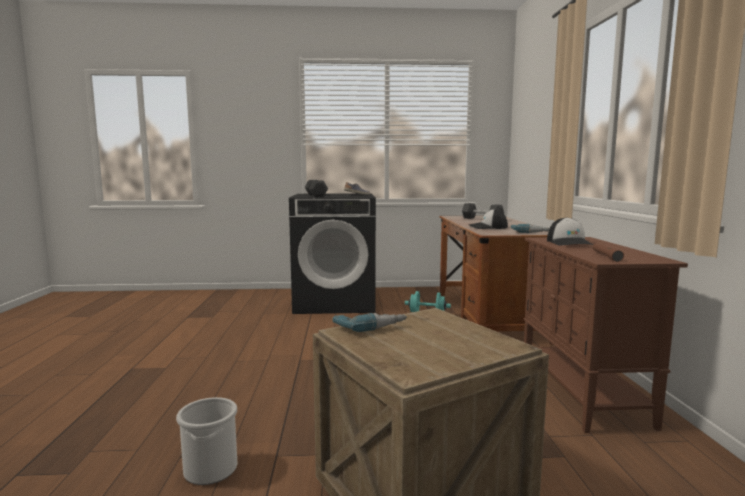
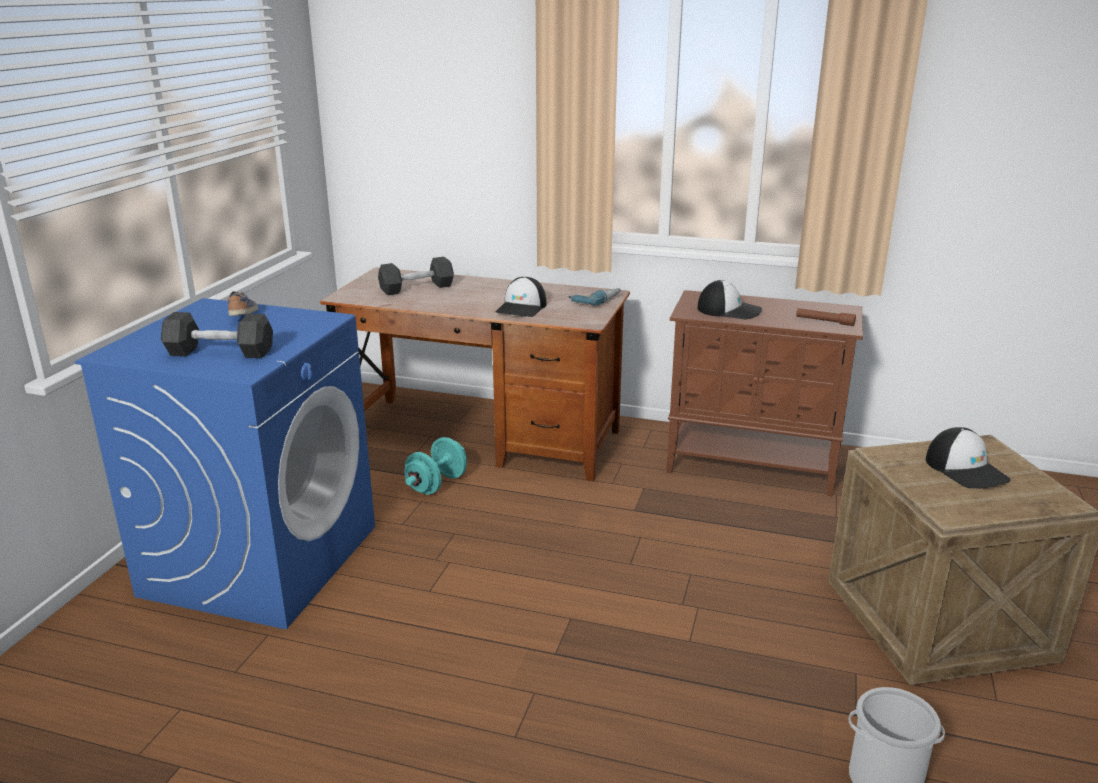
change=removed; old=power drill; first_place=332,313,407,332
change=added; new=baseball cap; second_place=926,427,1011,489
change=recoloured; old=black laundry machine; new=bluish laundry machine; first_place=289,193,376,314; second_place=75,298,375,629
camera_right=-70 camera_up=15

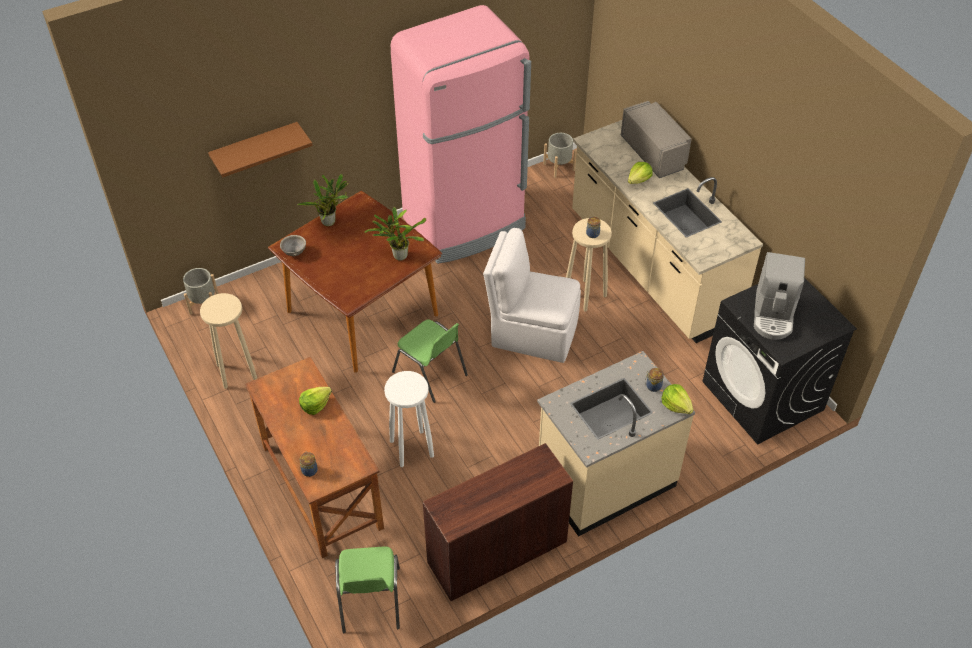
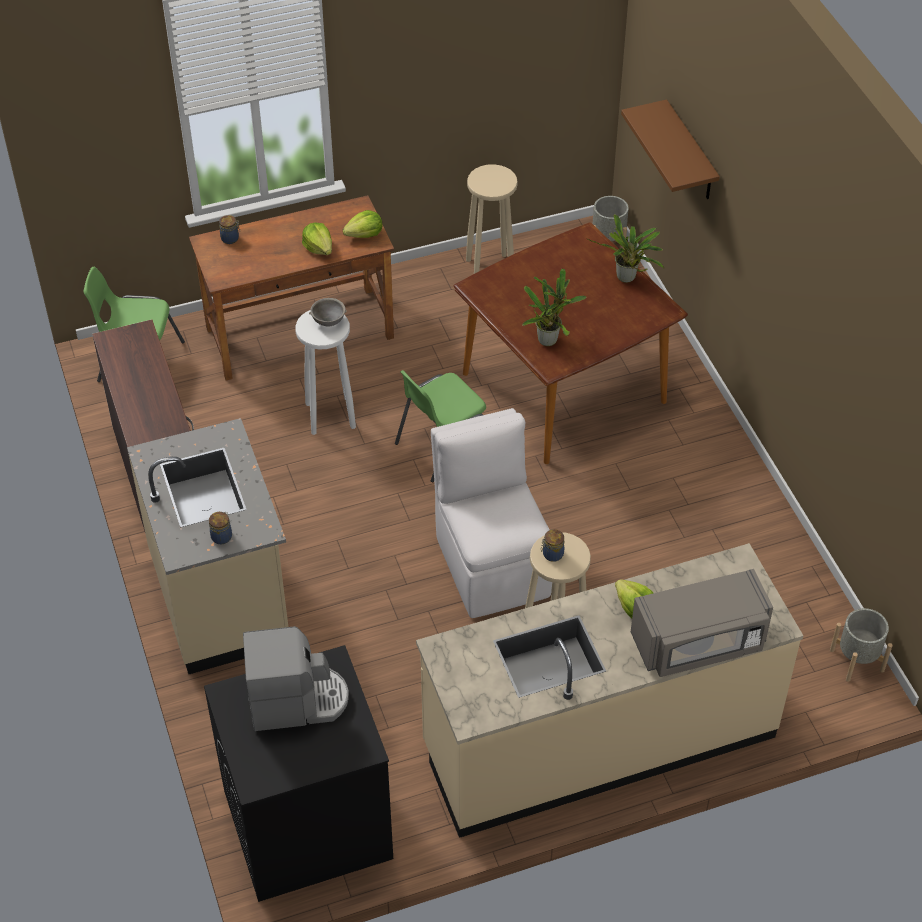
change=removed; old=pink kitchen fridge; first_place=391,5,531,264
change=moved; old=greyish serving bowl; first_place=280,235,306,256; second_place=309,298,347,327
change=moved; old=lettuce head; first_place=661,384,693,414; second_place=343,210,382,238
change=turned; old=white plain chair; first_place=483,228,581,363; second_place=431,408,552,618; degrees=-45
change=turned; old=coffee machine; first_place=754,252,805,340; second_place=243,626,349,731; degrees=150
camera_right=100 camera_up=0

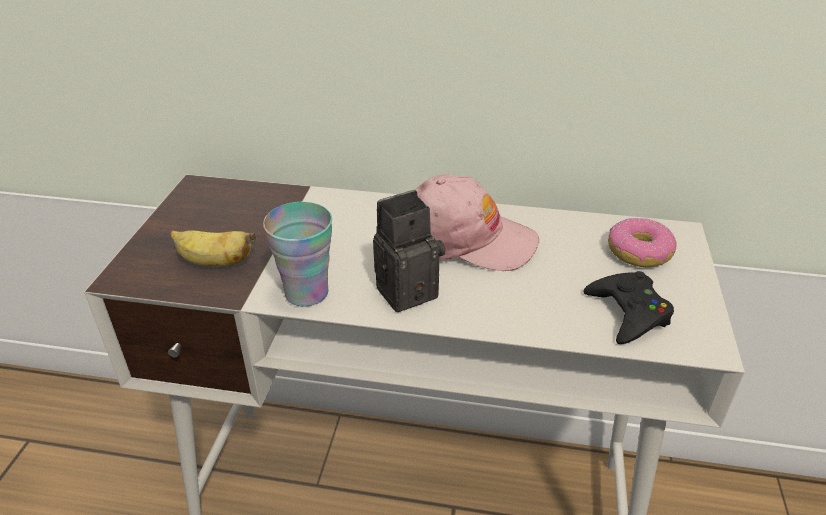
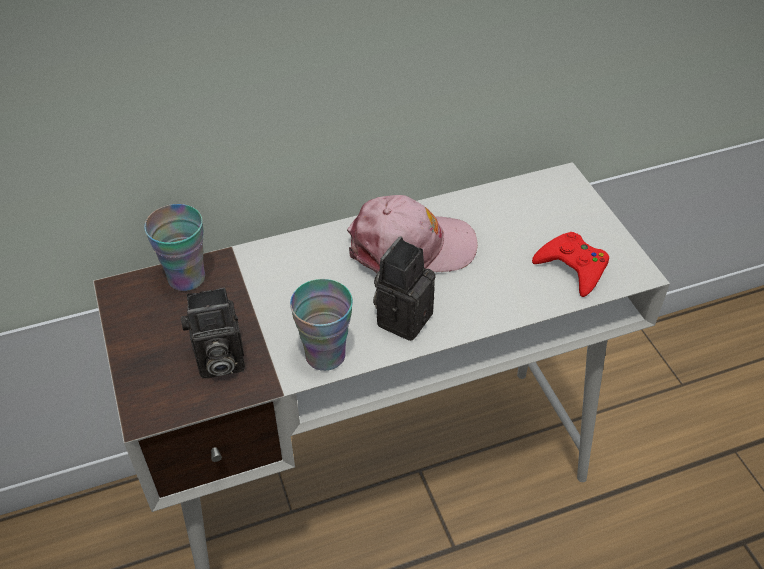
change=removed; old=ring doughnut; first_place=608,218,677,267
change=added; new=cup; second_place=144,204,205,291
change=replaced; old=whole banana; new=photo camera; first_place=171,230,256,267; second_place=181,288,245,378
change=recoloured; old=black game controller; new=red-coloured game controller; first_place=583,271,674,344; second_place=532,232,609,297
camera_right=-30 camera_up=10

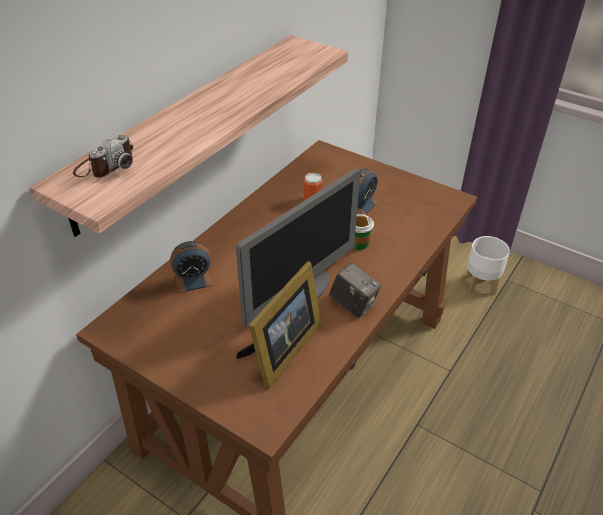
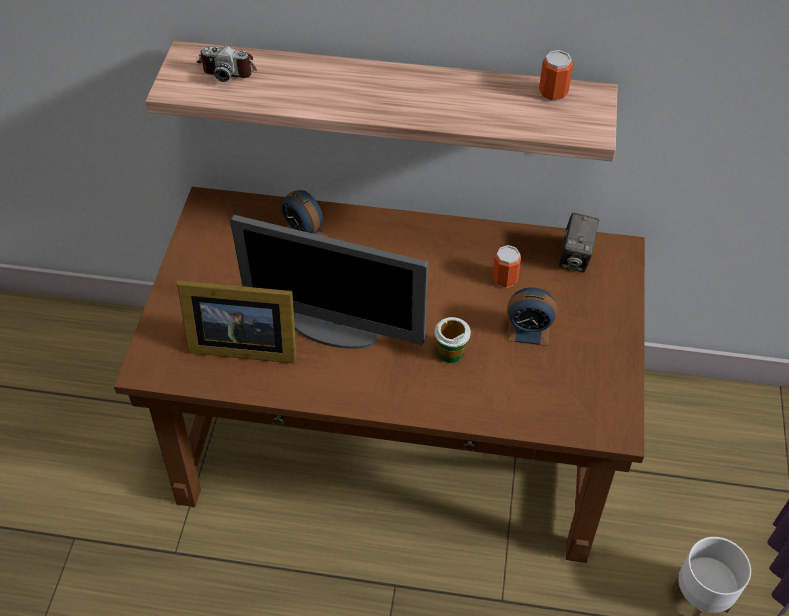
change=added; new=metal can; second_place=539,50,573,101
change=moved; old=photo camera; first_place=329,263,381,318; second_place=558,213,599,272
camera_right=65 camera_up=10

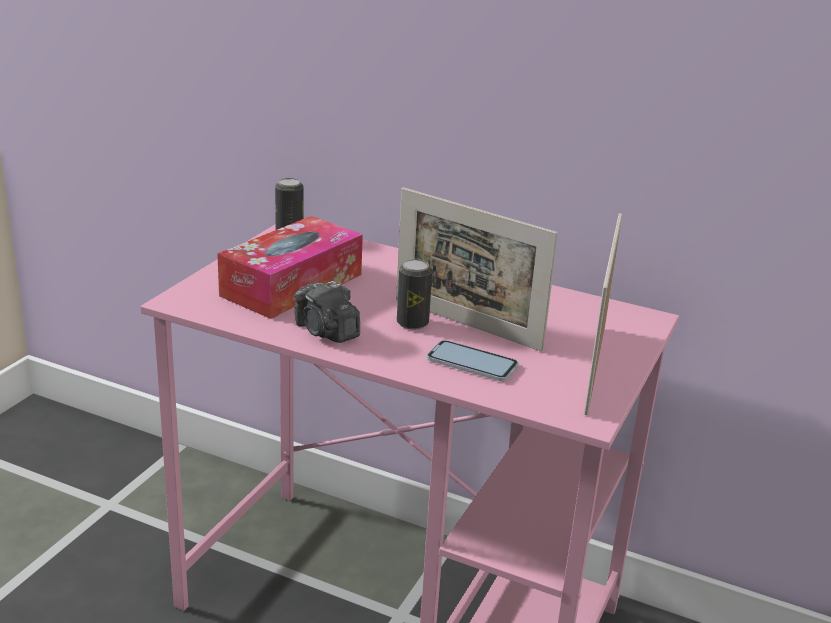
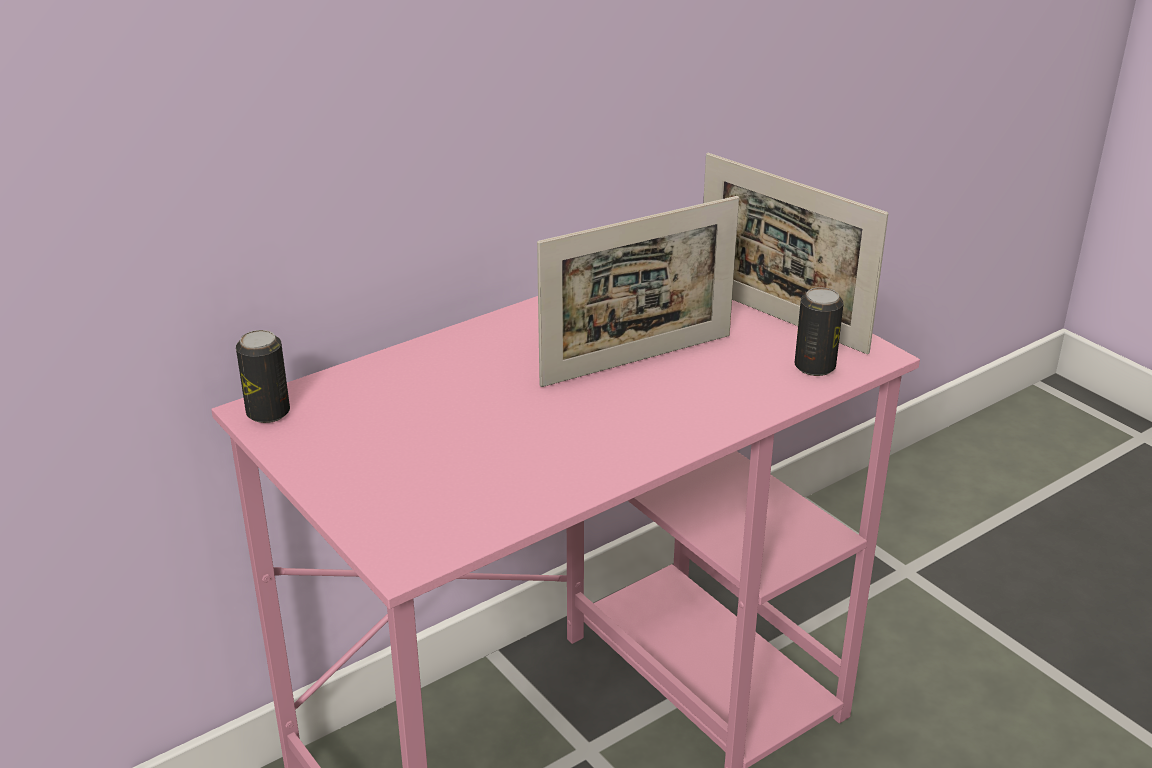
change=removed; old=tissue box; first_place=217,216,363,319
change=removed; old=photo camera; first_place=293,281,360,343
change=removed; old=telephone; first_place=427,340,519,381
change=moved; old=metal can; first_place=397,259,432,330; second_place=794,287,844,376
camera_right=-60 camera_up=5

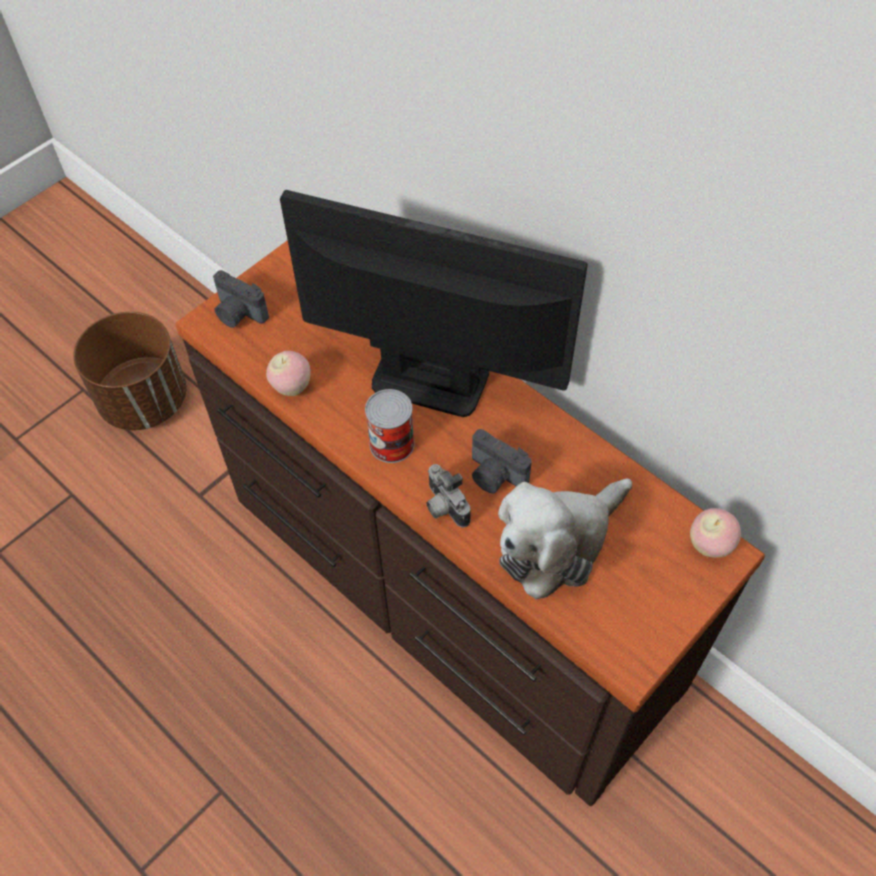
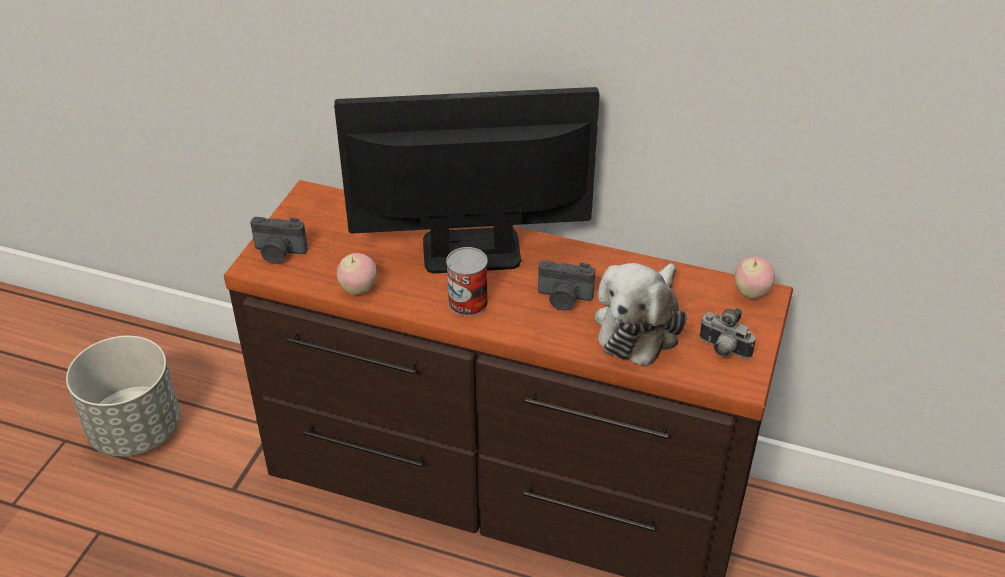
change=moved; old=photo camera; first_place=426,464,471,527; second_place=700,308,756,359
change=recoloured; old=brownish plant pot; new=greyish plant pot; first_place=73,312,187,430; second_place=66,336,180,457
camera_right=-25 camera_up=-15

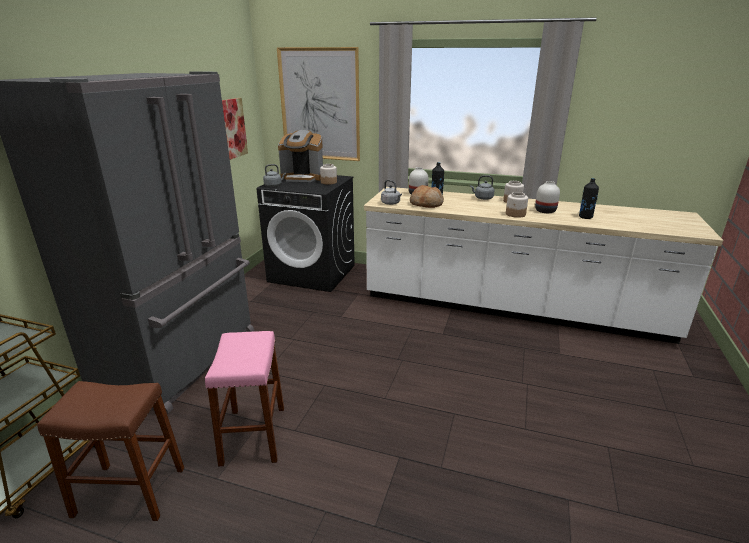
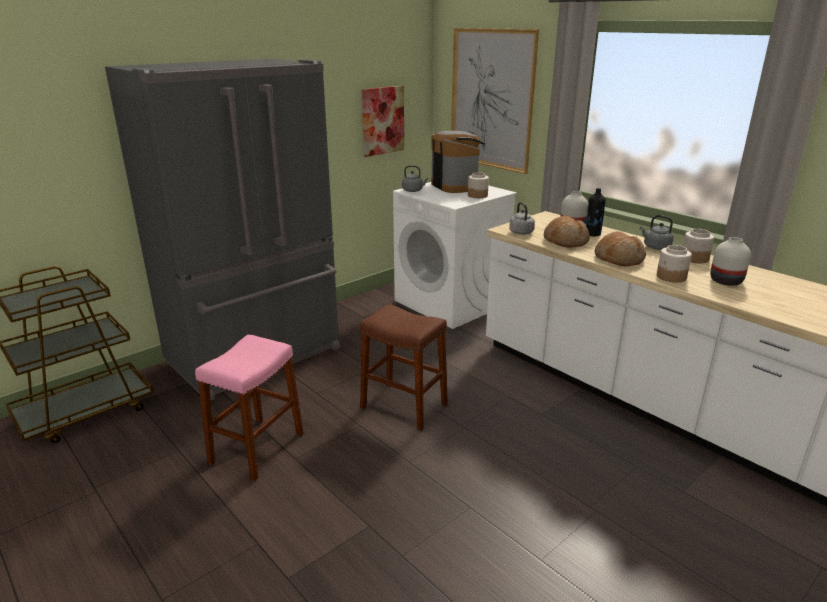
change=removed; old=black bottle; first_place=579,178,599,219
change=added; new=bakery bread; second_place=595,231,646,266
change=moved; old=brownish sitting stool; first_place=37,381,184,521; second_place=360,304,448,431
change=recoloured; old=black laundry machine; new=white laundry machine; first_place=256,175,355,292; second_place=393,182,517,329
change=turned; old=coffee machine; first_place=278,130,323,182; second_place=431,131,485,193; degrees=-150
camera_right=30 camera_up=0

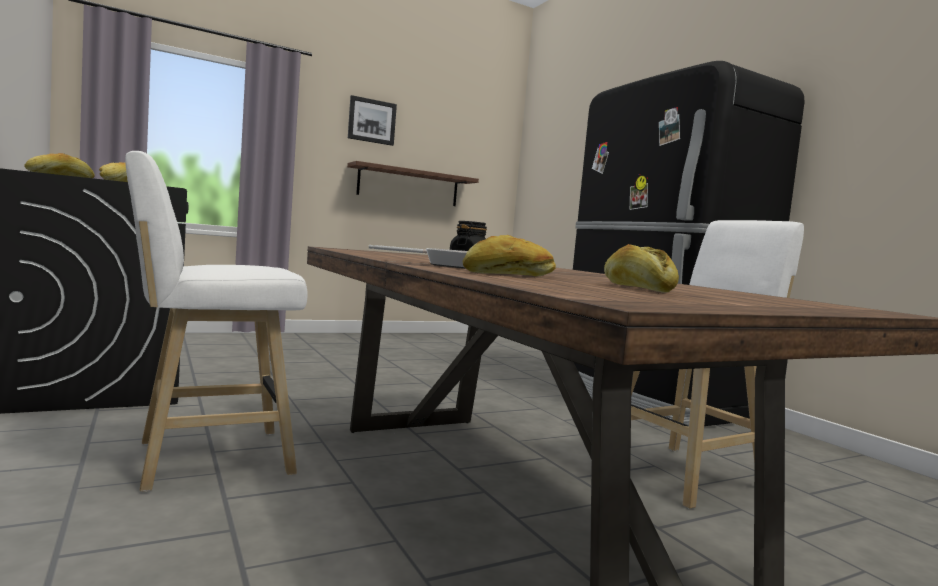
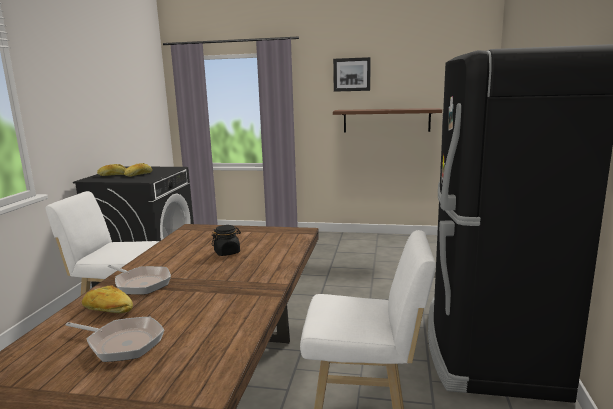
change=replaced; old=bakery bread; new=frying pan; first_place=604,244,679,292; second_place=66,317,165,362
camera_right=40 camera_up=10

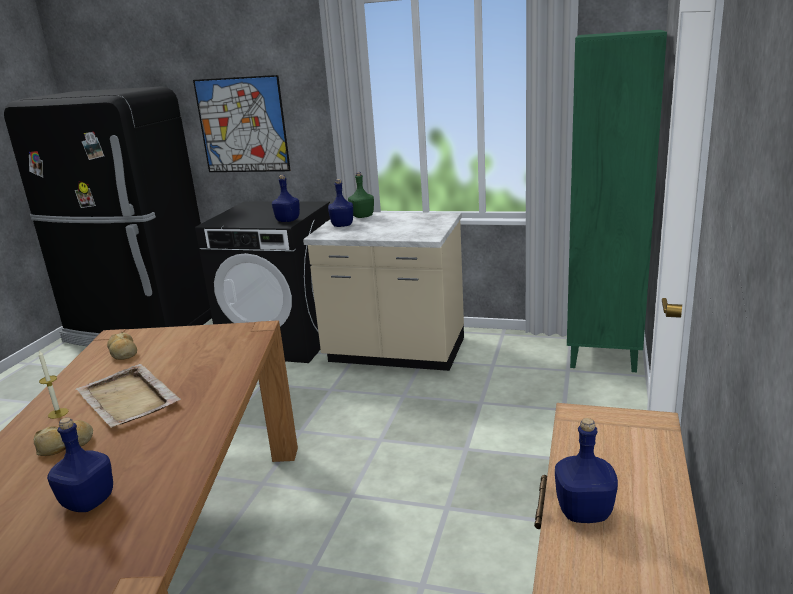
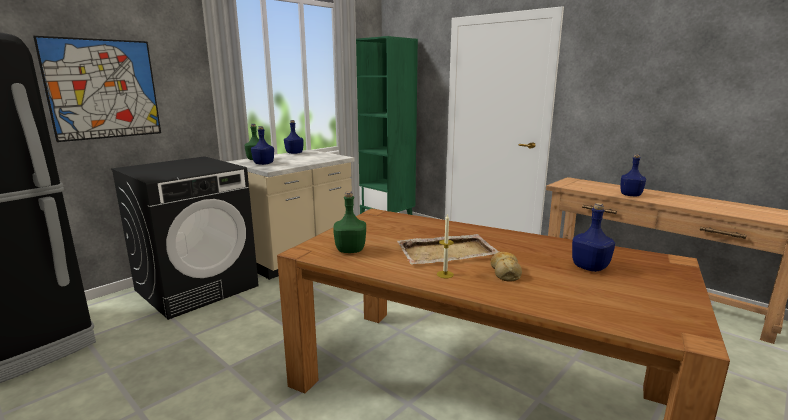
change=moved; old=bluish bottle; first_place=272,175,300,222; second_place=284,120,304,154
change=replaced; old=bakery bread; new=green-coloured bottle; first_place=107,332,137,360; second_place=333,191,366,253
camera_right=-65 camera_up=-5

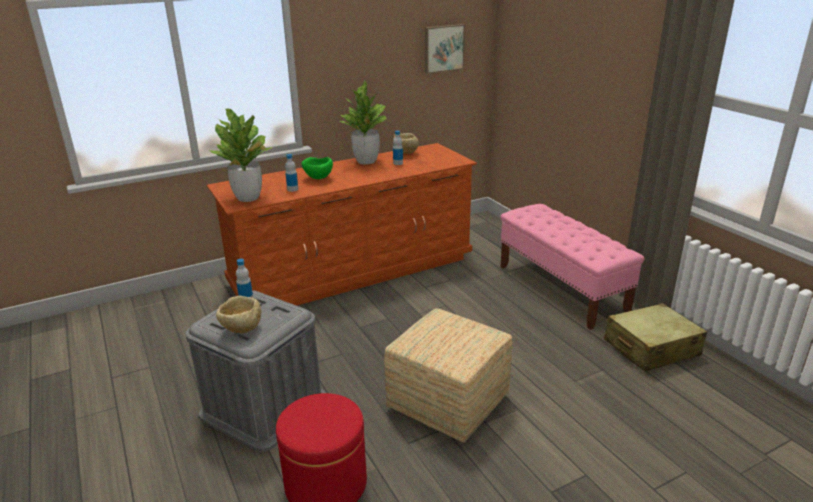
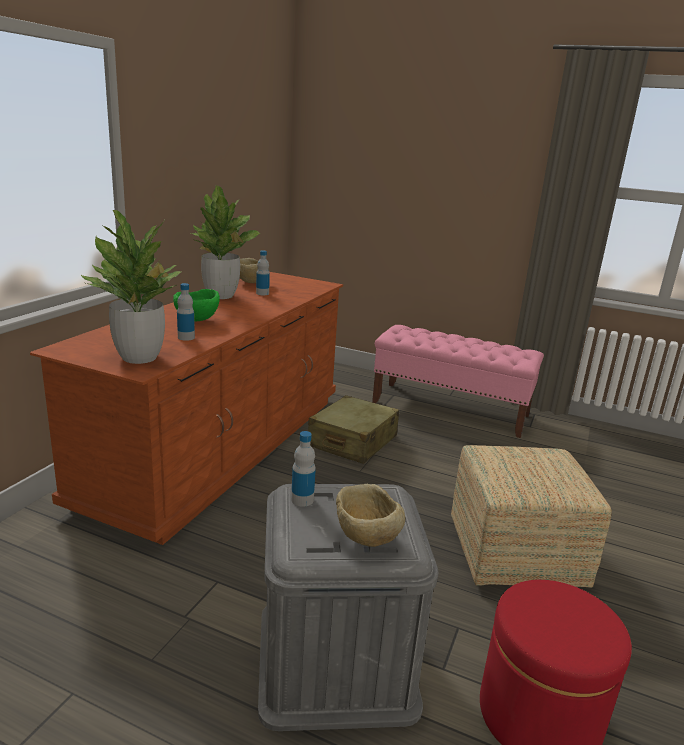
change=removed; old=picture; first_place=425,24,465,74
change=moved; old=beige-coloured suitcase; first_place=604,303,707,372; second_place=308,395,399,464
camera_right=-40 camera_up=-5

